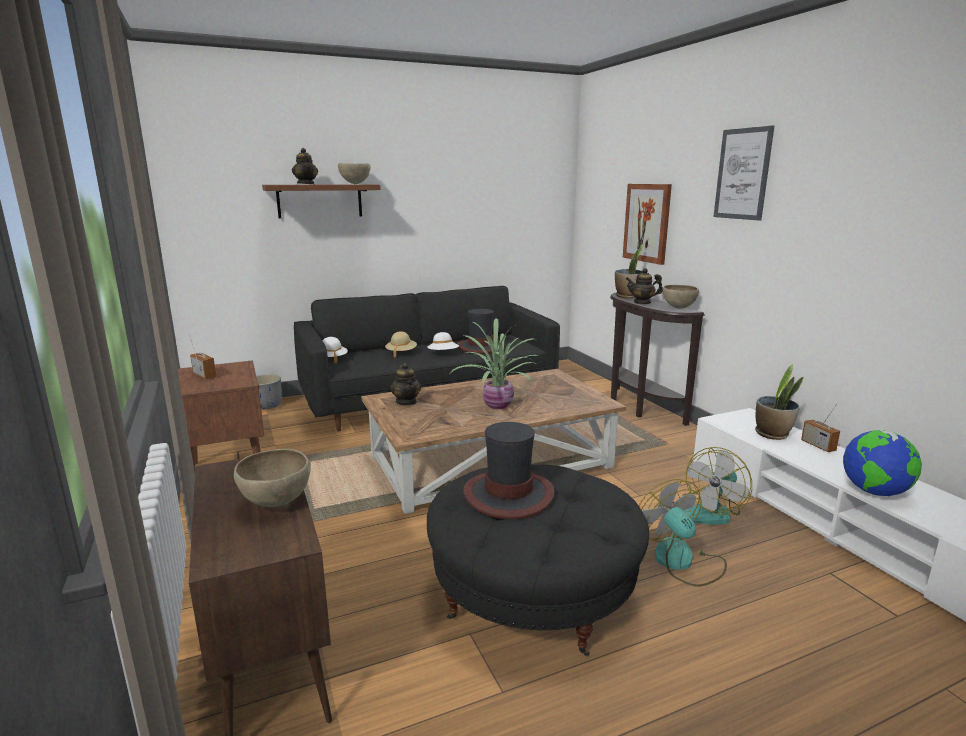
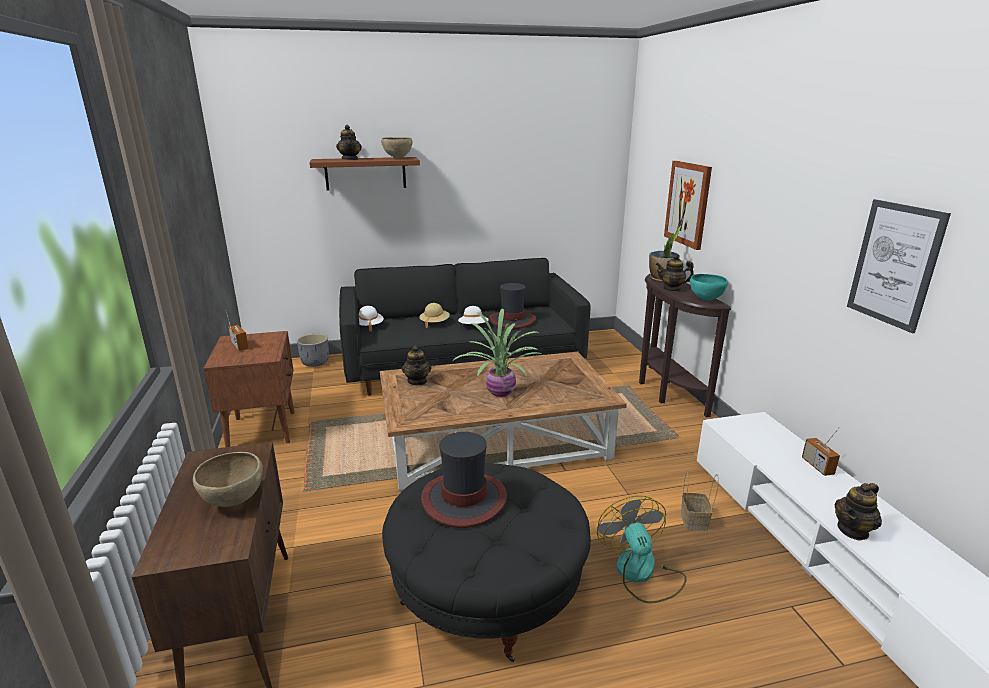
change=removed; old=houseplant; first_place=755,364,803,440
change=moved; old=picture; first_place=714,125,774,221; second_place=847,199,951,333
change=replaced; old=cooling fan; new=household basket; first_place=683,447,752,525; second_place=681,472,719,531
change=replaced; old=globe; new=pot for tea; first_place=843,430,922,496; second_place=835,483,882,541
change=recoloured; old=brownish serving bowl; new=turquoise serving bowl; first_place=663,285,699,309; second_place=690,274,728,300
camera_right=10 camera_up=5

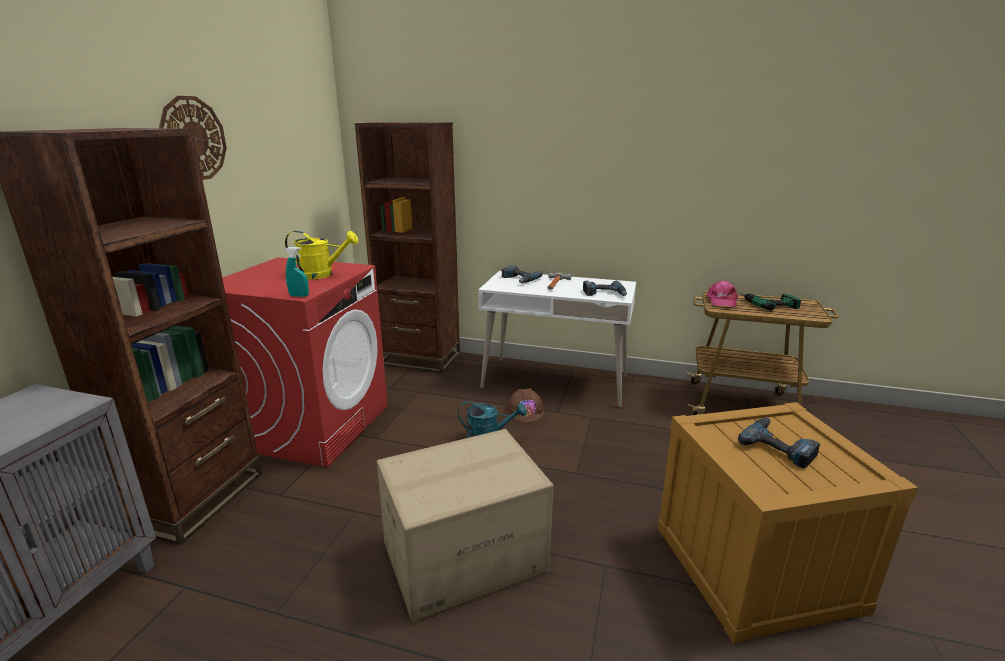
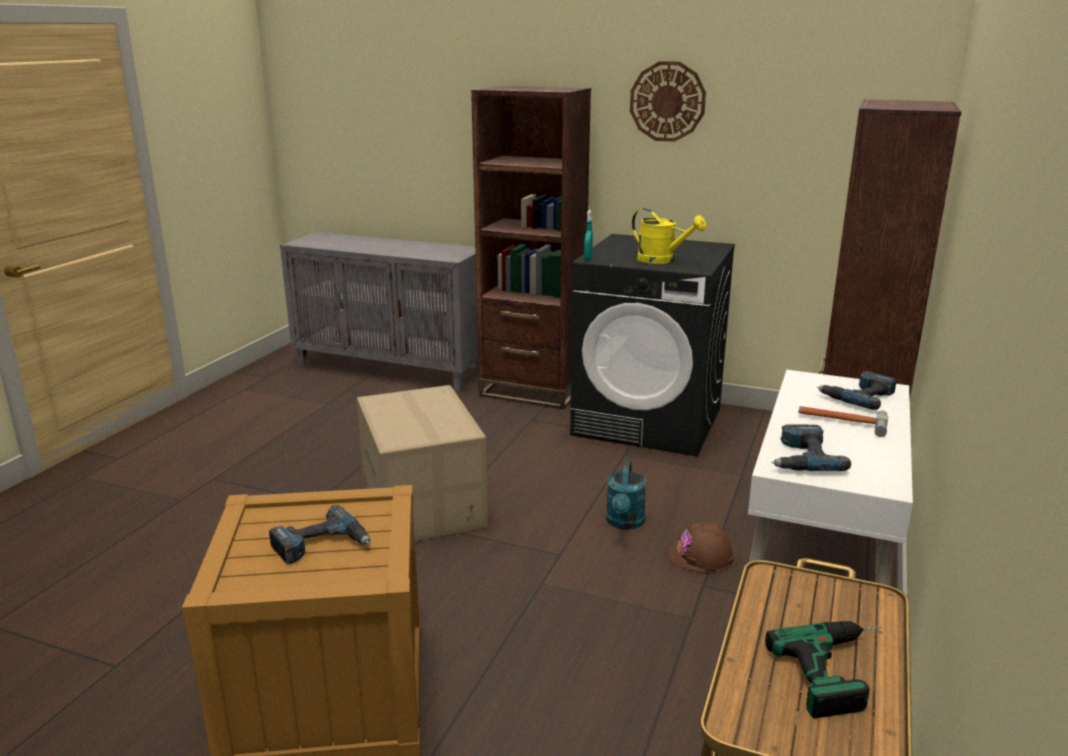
change=removed; old=pink baseball cap; first_place=707,280,738,307
change=recoloured; old=red-coloured laundry machine; new=black laundry machine; first_place=222,257,388,468; second_place=570,234,735,456
change=turned; old=yellow-coloured sprinkling can; first_place=285,231,358,280; second_place=632,208,707,264; degrees=-60
camera_right=95 camera_up=0

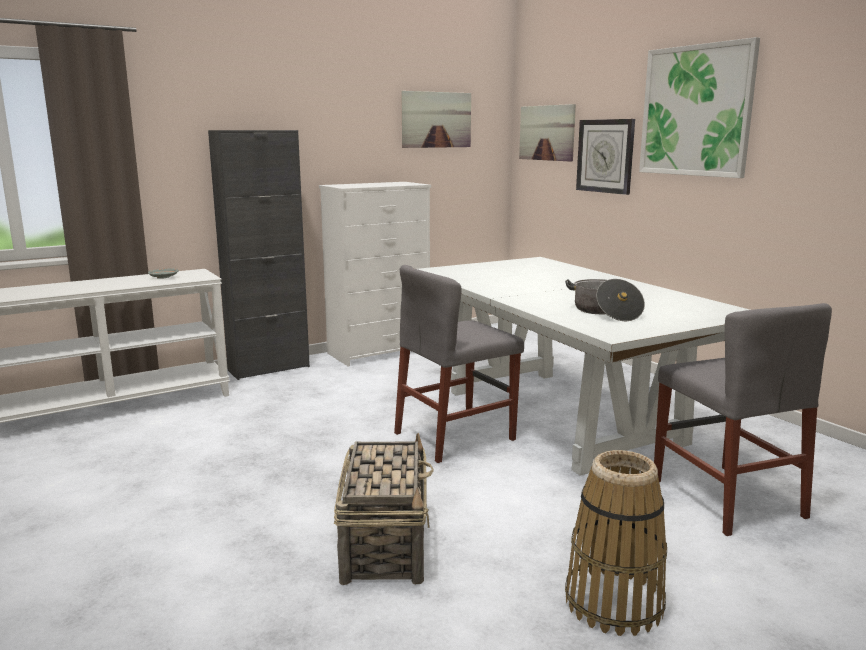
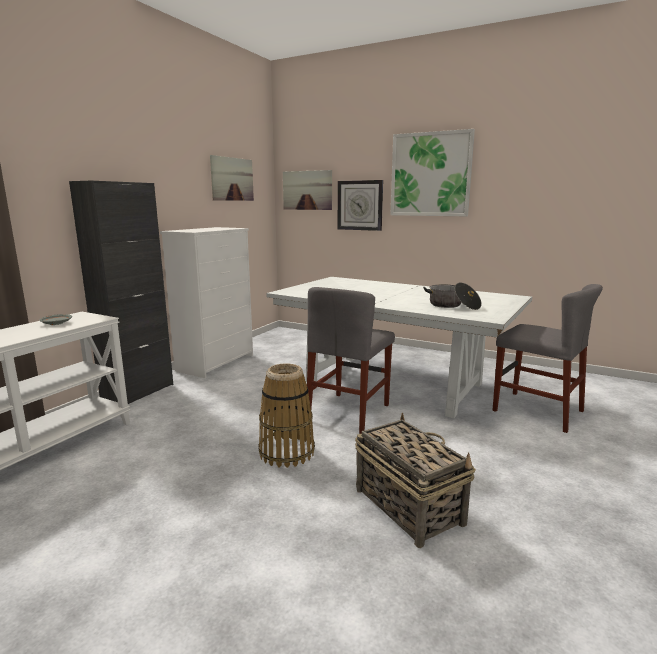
change=moved; old=household basket; first_place=565,450,667,636; second_place=258,363,315,468
camera_right=-30 camera_up=0

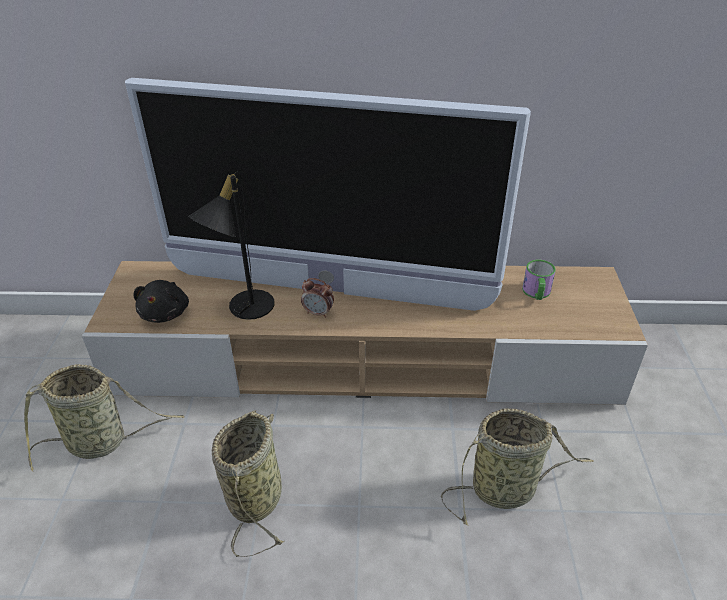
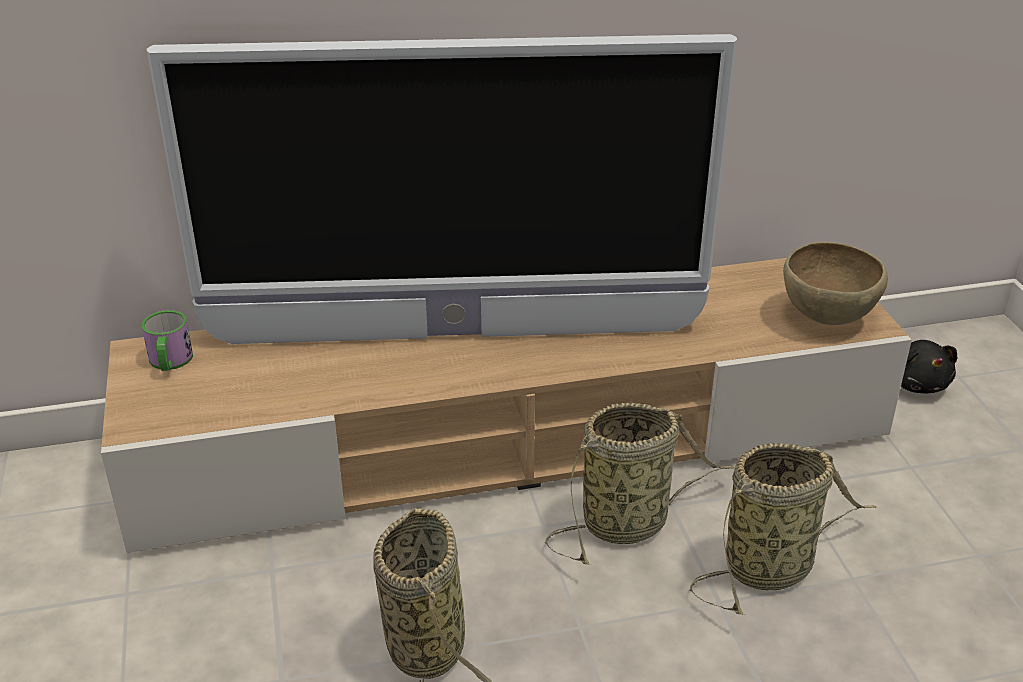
change=removed; old=black table lamp; first_place=188,172,274,320
change=removed; old=table clock; first_place=301,278,334,318
change=added; new=brownish serving bowl; second_place=783,242,888,325
change=moved; old=household basket; first_place=24,364,185,472; second_place=545,403,734,565
change=moved; old=black soft toy; first_place=133,280,189,323; second_place=901,340,958,393
change=moved; old=coffee mug; first_place=522,259,556,300; second_place=142,310,193,371
camera_right=-15 camera_up=-5

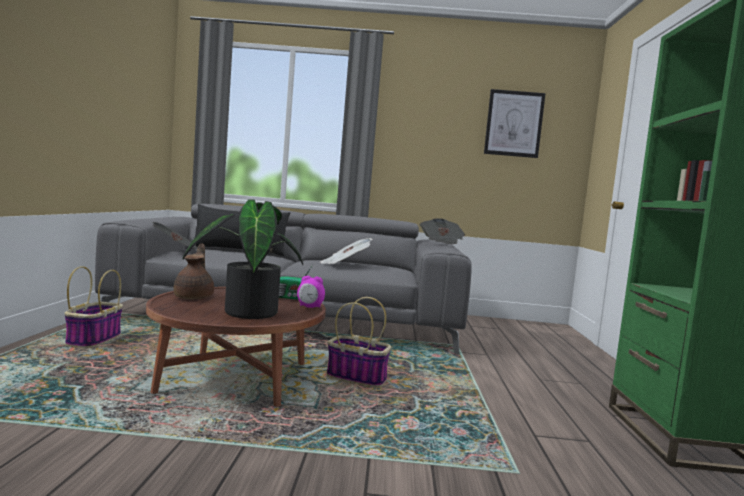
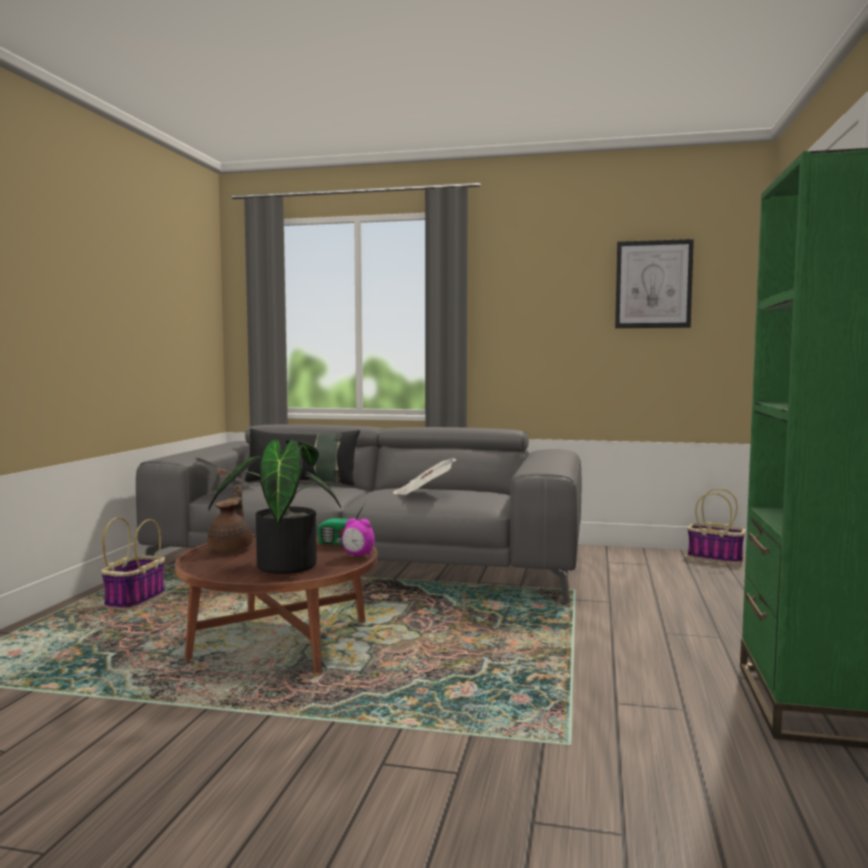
change=removed; old=printed paper; first_place=419,218,465,244
change=moved; old=household basket; first_place=327,297,391,387; second_place=688,488,745,564
camera_right=10 camera_up=0

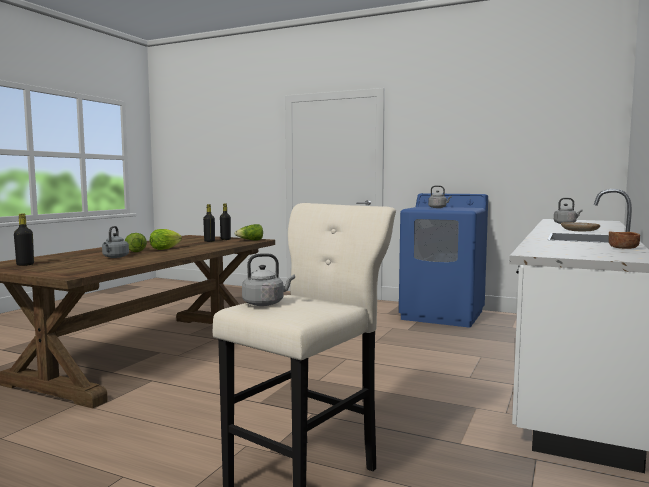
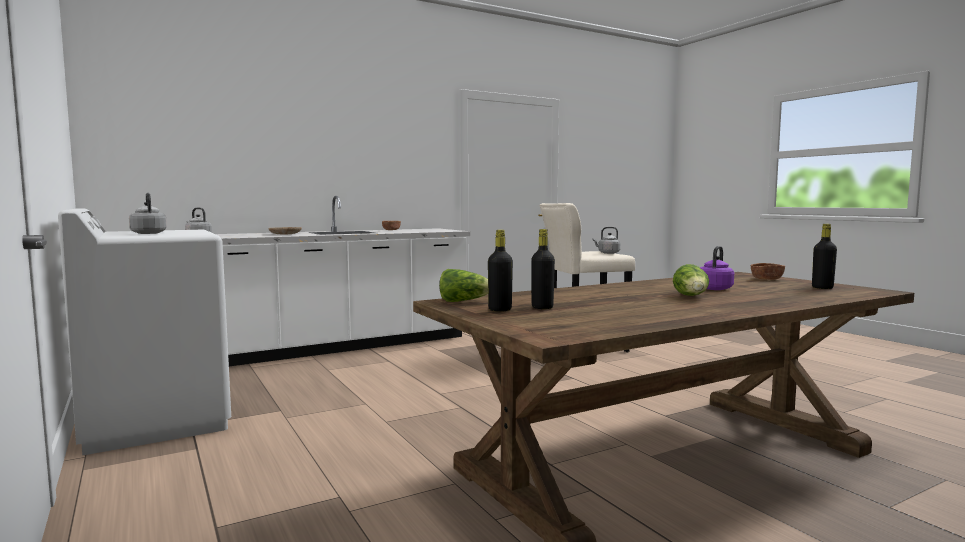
change=removed; old=lettuce head; first_place=150,229,182,250
change=added; new=brownish serving bowl; second_place=751,263,785,280
change=recoloured; old=greyish kettle; new=purple kettle; first_place=102,226,129,258; second_place=700,246,734,290
change=recoloured; old=bluish laundry machine; new=white laundry machine; first_place=399,193,488,327; second_place=58,209,231,456
camera_right=-145 camera_up=0

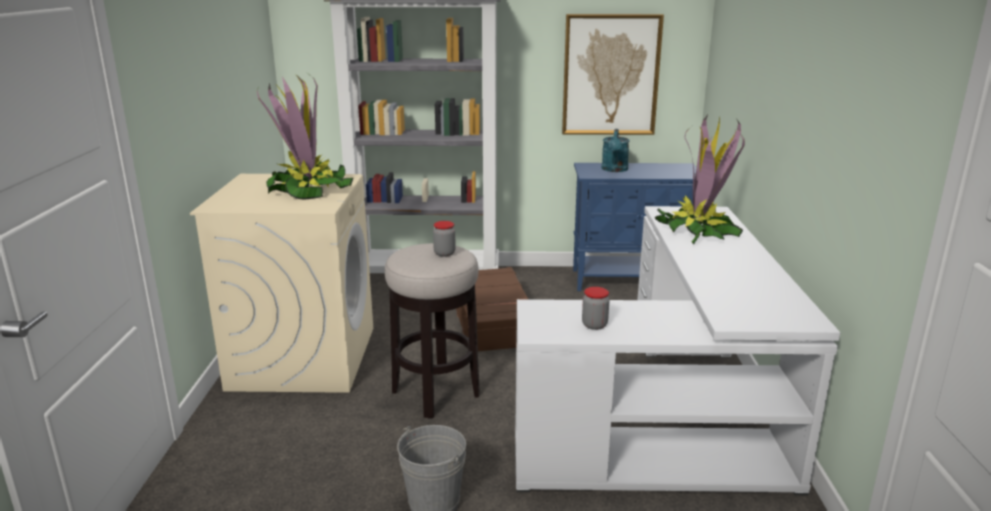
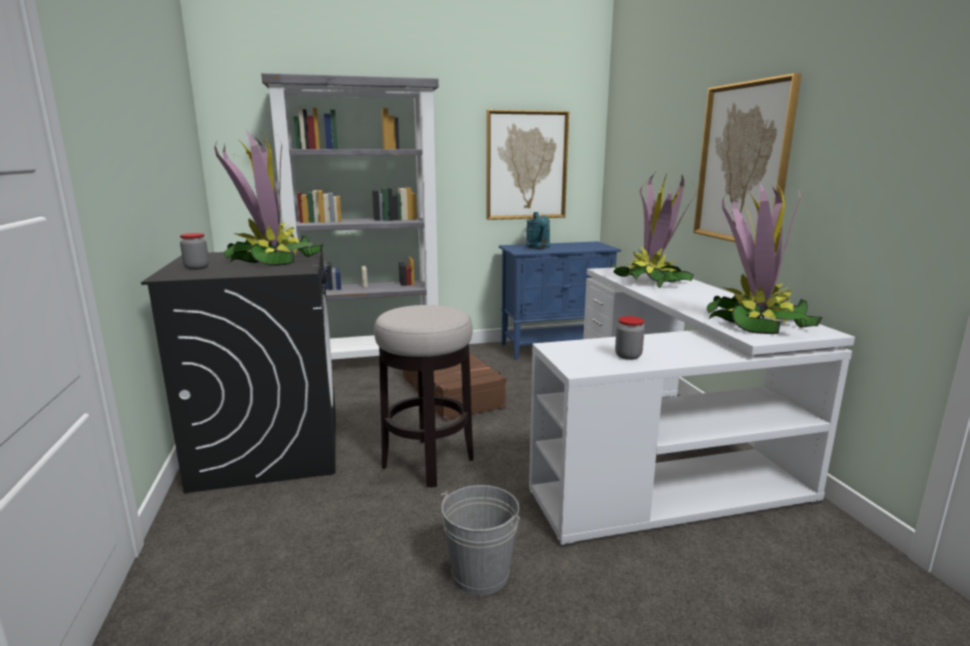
change=added; new=picture; second_place=693,73,802,245
change=added; new=houseplant; second_place=707,182,823,334
change=moved; old=jar; first_place=433,221,456,257; second_place=180,233,209,270
change=recoloured; old=beige-coloured laundry machine; new=black laundry machine; first_place=190,174,373,393; second_place=141,250,336,493
camera_right=-15 camera_up=-5

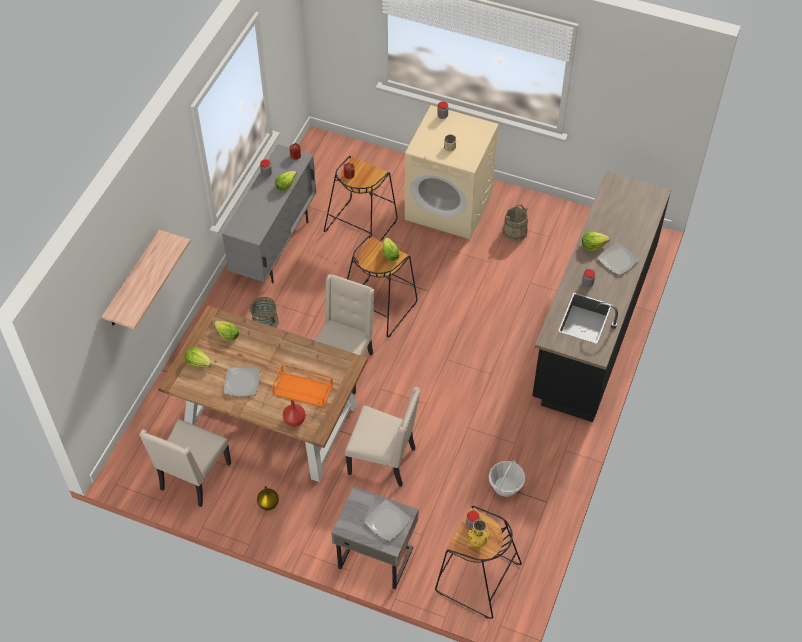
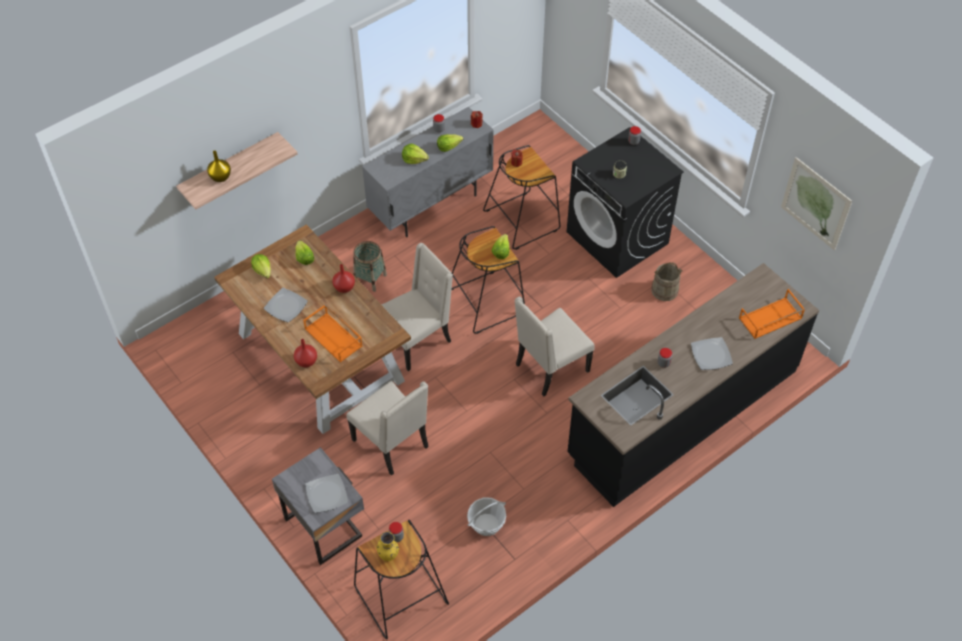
change=added; new=red-coloured decorative vase; second_place=332,264,355,293
change=added; new=orange-coloured serving tray; second_place=739,289,805,339
change=added; new=picture; second_place=781,157,852,250
change=moved; old=beige-coloured plain chair; first_place=139,419,231,507; second_place=514,297,595,396
change=moved; old=yellow-coloured decorative vase; first_place=257,486,279,511; second_place=207,151,231,182
change=moved; old=lettuce head; first_place=582,232,609,252; second_place=402,144,429,164
change=recoloured; old=beige-coloured laundry machine; new=black laundry machine; first_place=405,105,499,239; second_place=567,127,684,278
camera_right=30 camera_up=0

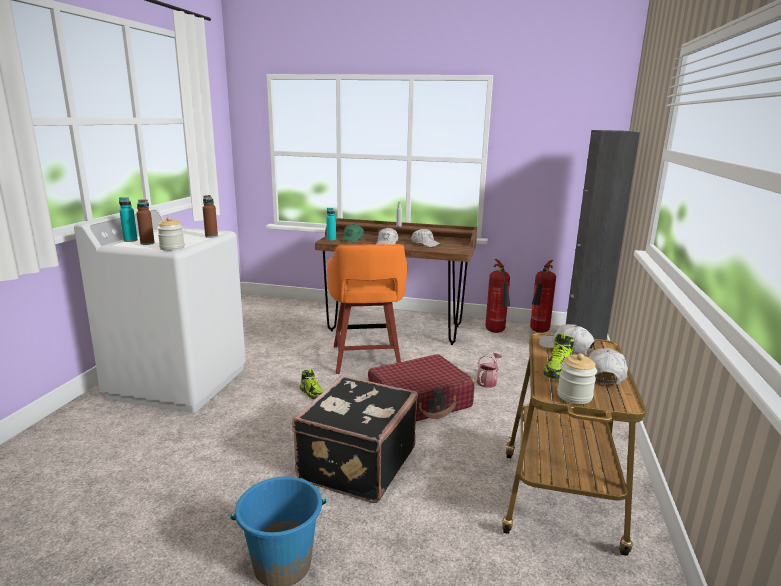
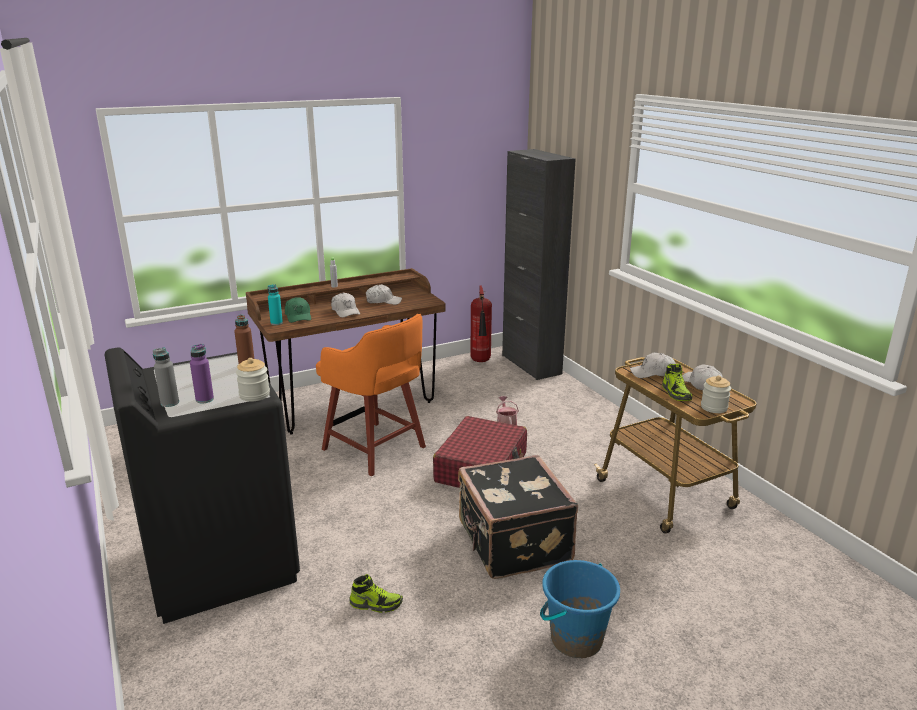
change=removed; old=extinguisher; first_place=485,259,510,333
change=moved; old=low shoe; first_place=300,369,324,400; second_place=349,574,403,613
change=recoloured; old=white laundry machine; new=black laundry machine; first_place=74,207,246,413; second_place=105,347,300,624
change=recoloured; old=turquoise bottle; new=greyish bottle; first_place=119,197,138,242; second_place=153,347,179,407
change=recoloured; old=brownish bottle; new=purple bottle; first_place=136,199,155,245; second_place=190,344,214,403
camera_right=-40 camera_up=5

